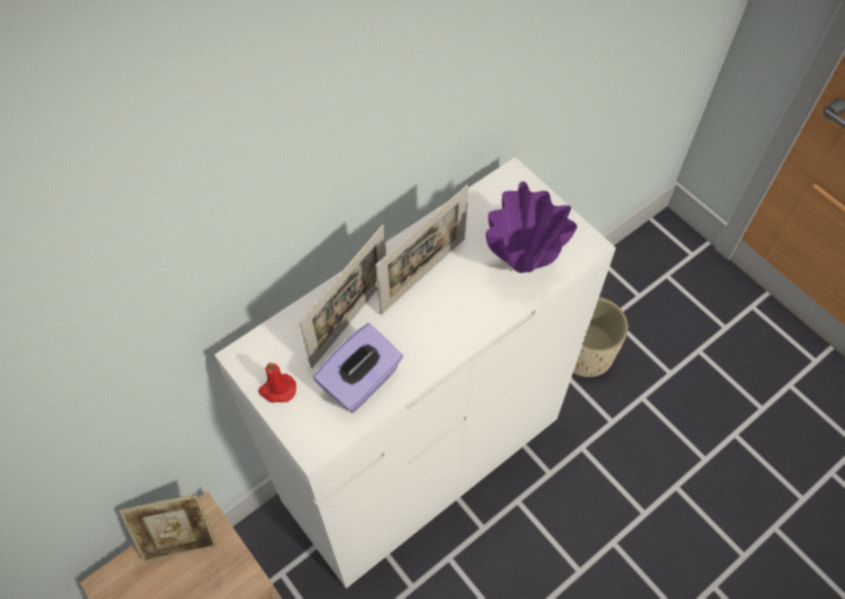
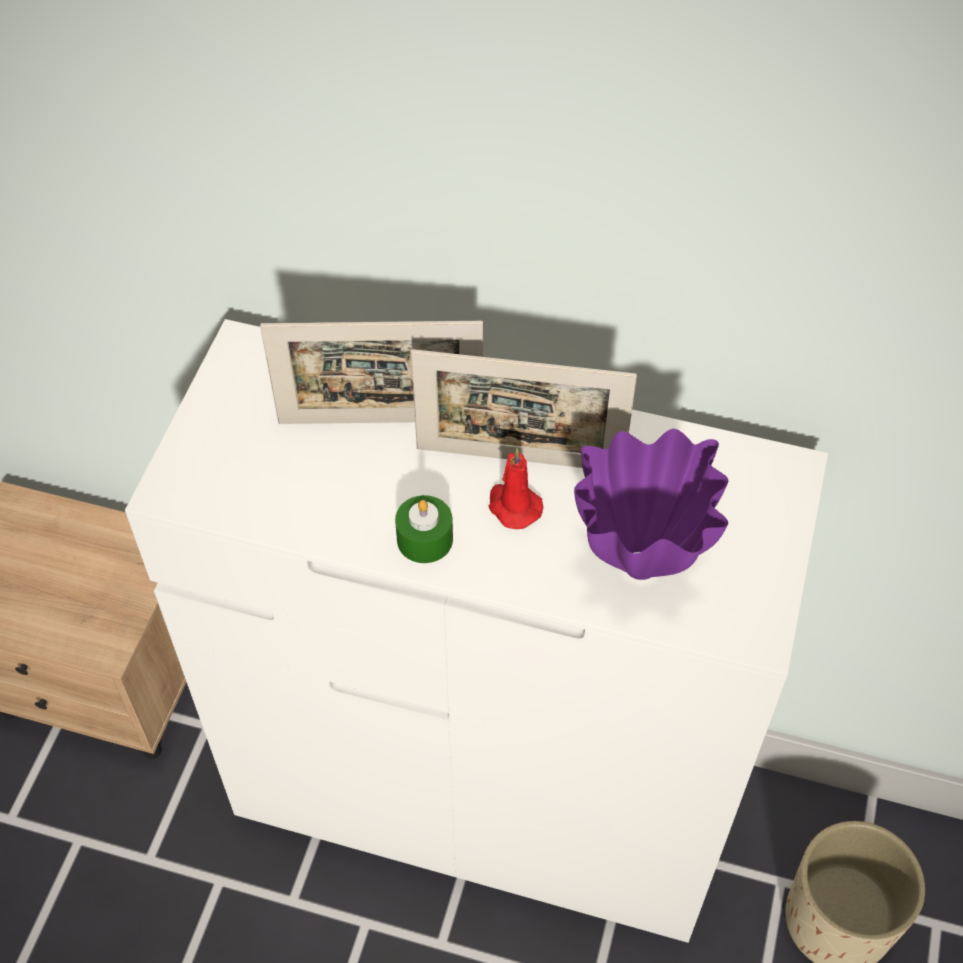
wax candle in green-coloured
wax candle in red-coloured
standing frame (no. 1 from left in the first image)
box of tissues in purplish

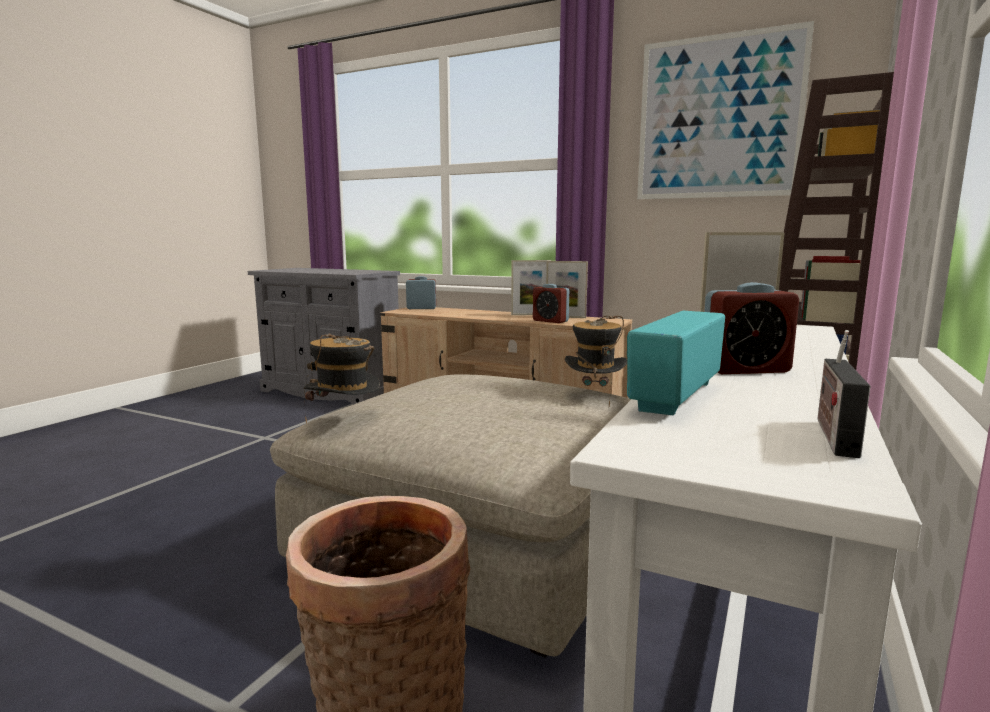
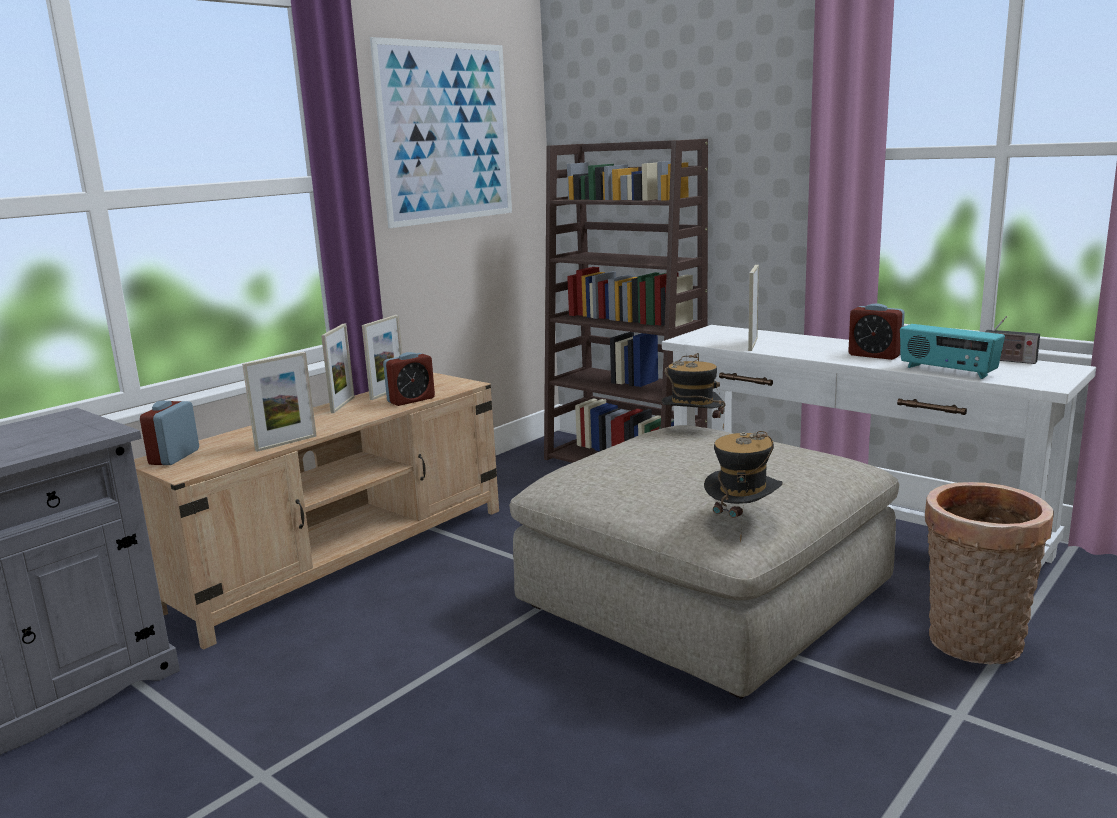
standing frame (no. 1 from left)
bedside clock (no. 3 from left)

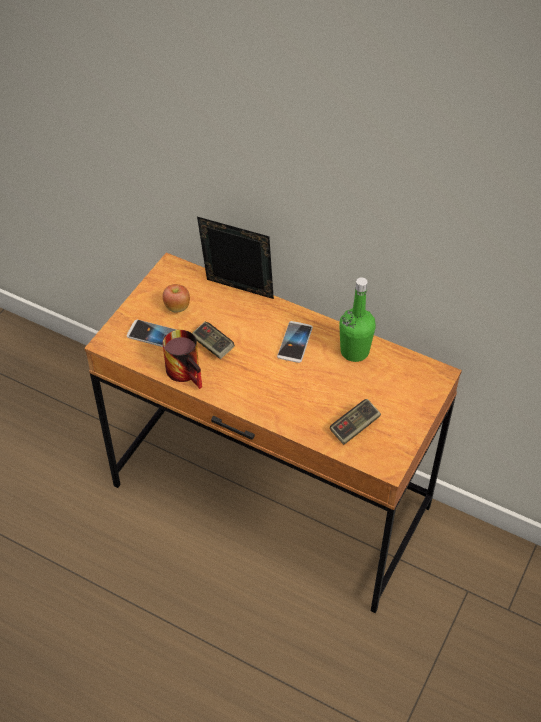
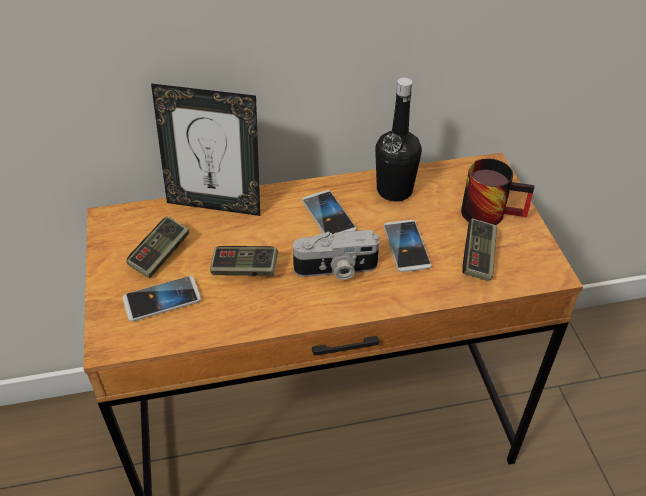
joypad (no. 1 from left)
standing frame
still camera
drink bottle in black-coloured
telephone (no. 3 from left)
tea mug

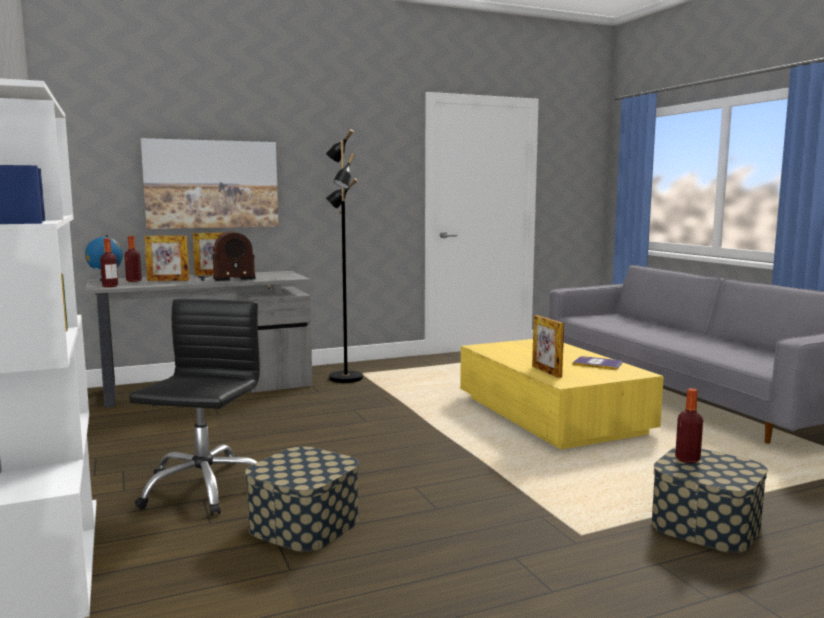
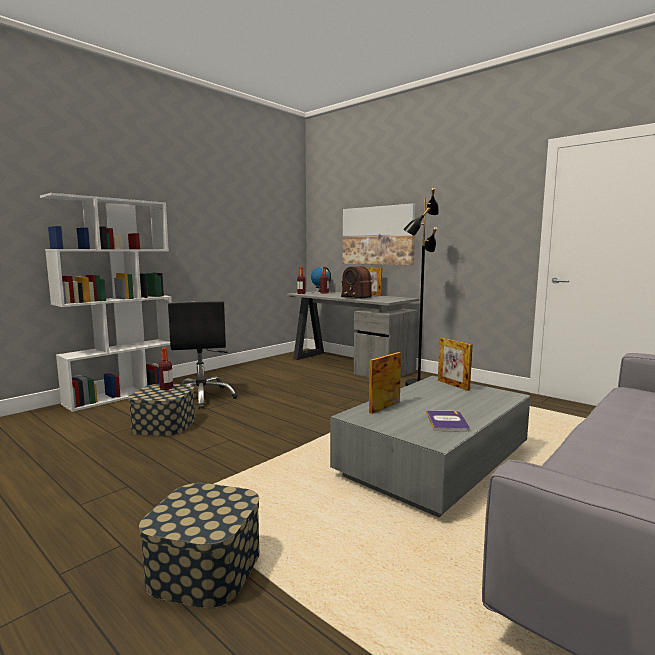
drink bottle (no. 1 from left)
desk chair in black-coloured
low table in grey
standing frame (no. 3 from left)

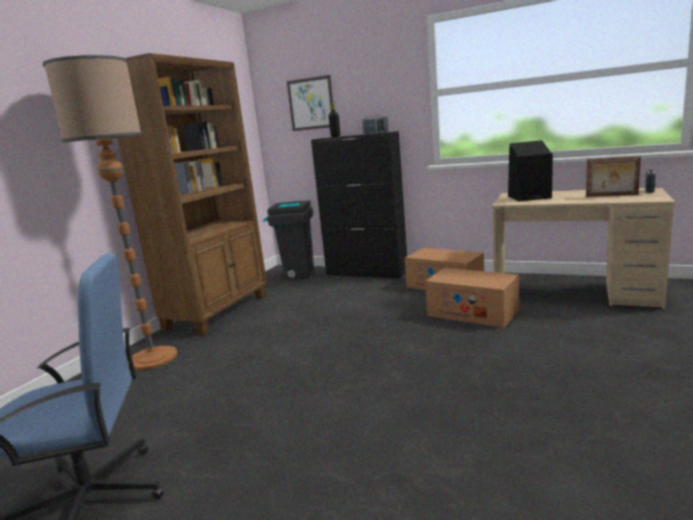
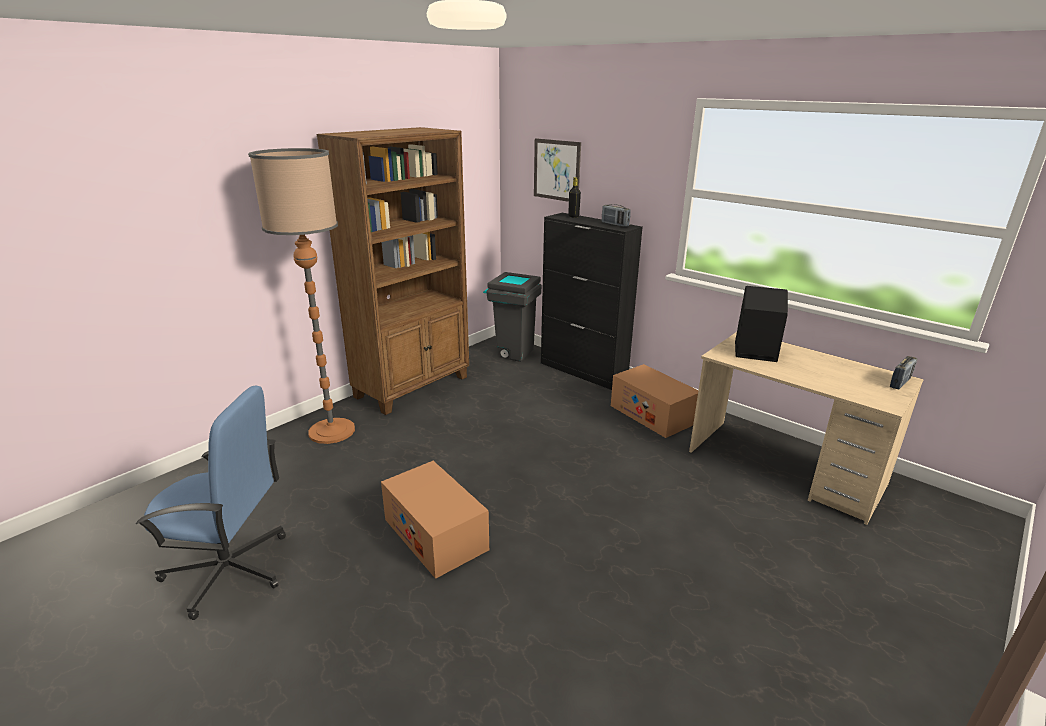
packing box (no. 1 from left)
standing frame

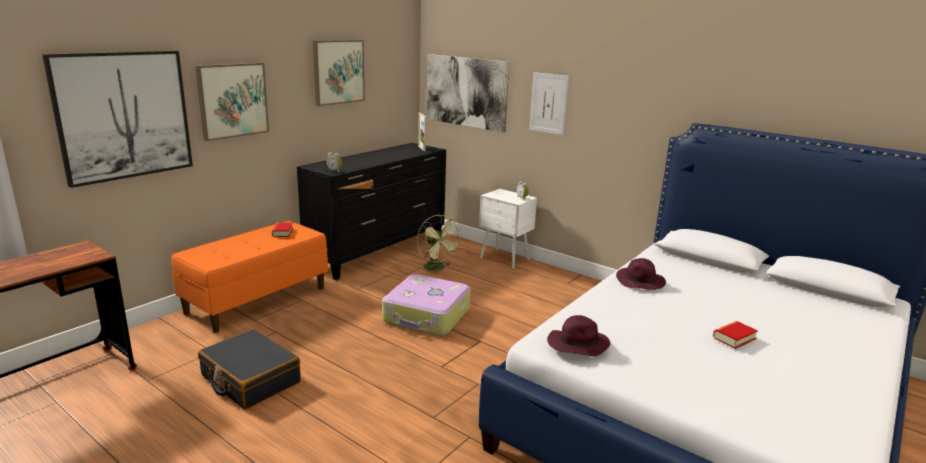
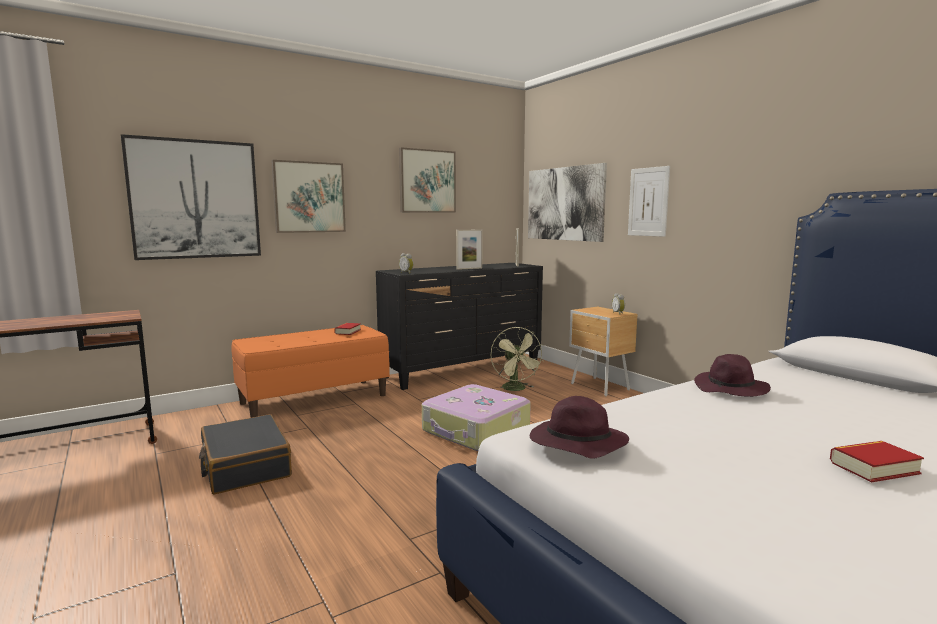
standing frame (no. 1 from left)
nightstand in brown

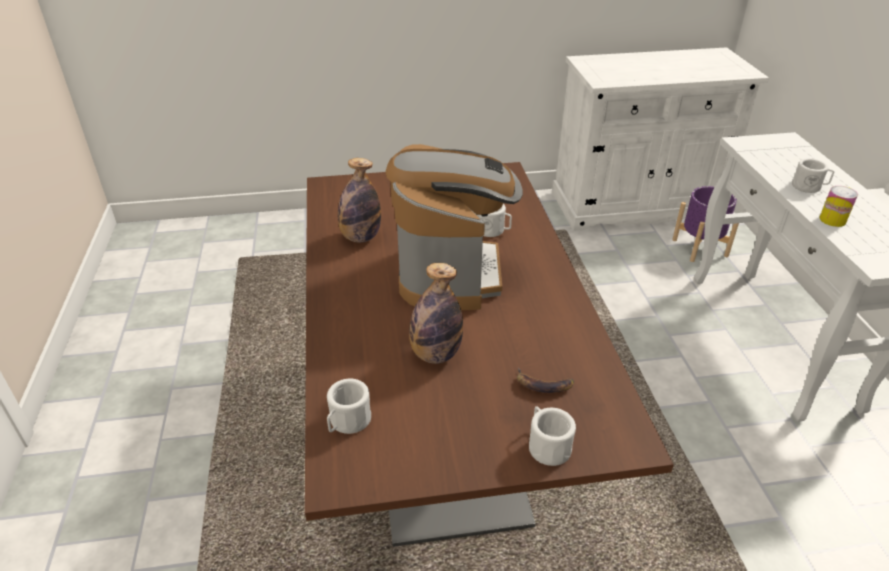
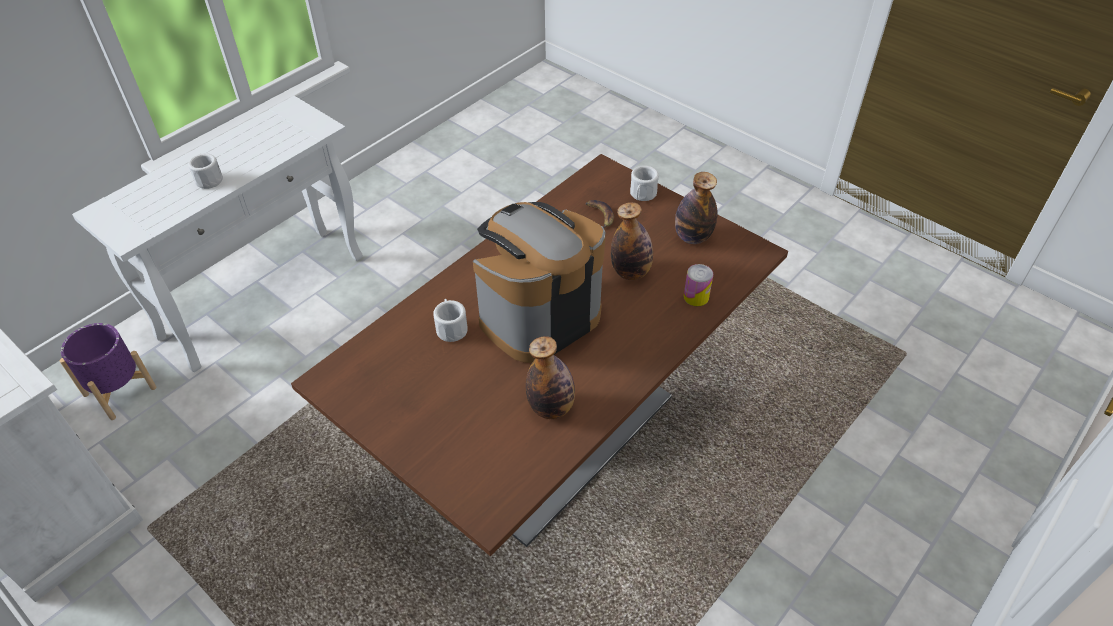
drink bottle (no. 3 from left)
can
tea mug in white (no. 1 from left in the first image)

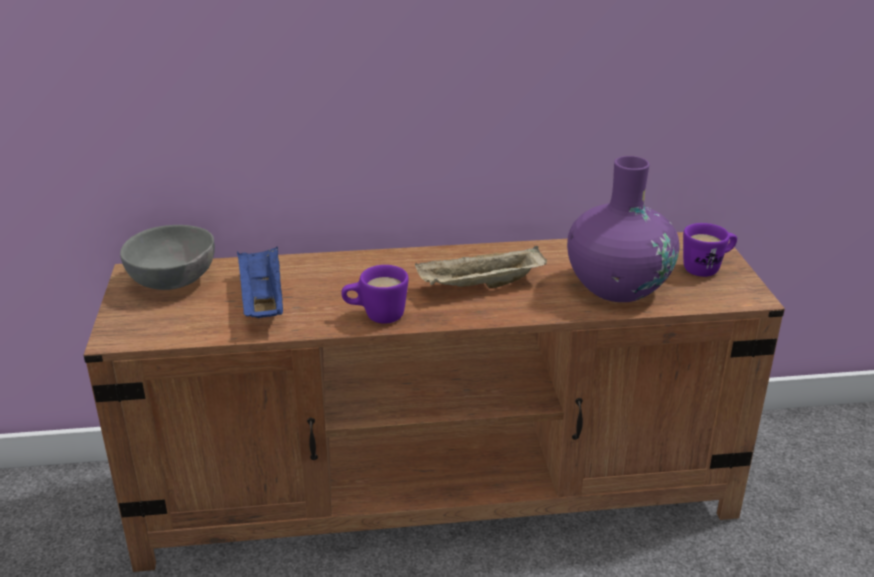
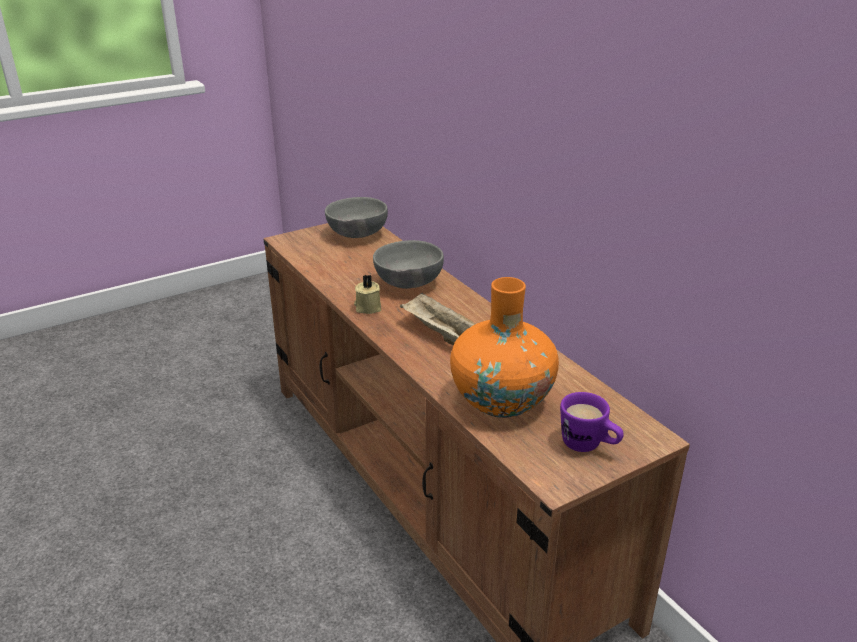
wax candle in beige-coloured
deep dish in grey (no. 2 from left)
decorative vase in orange-coloured
carrying tray in blue-coloured

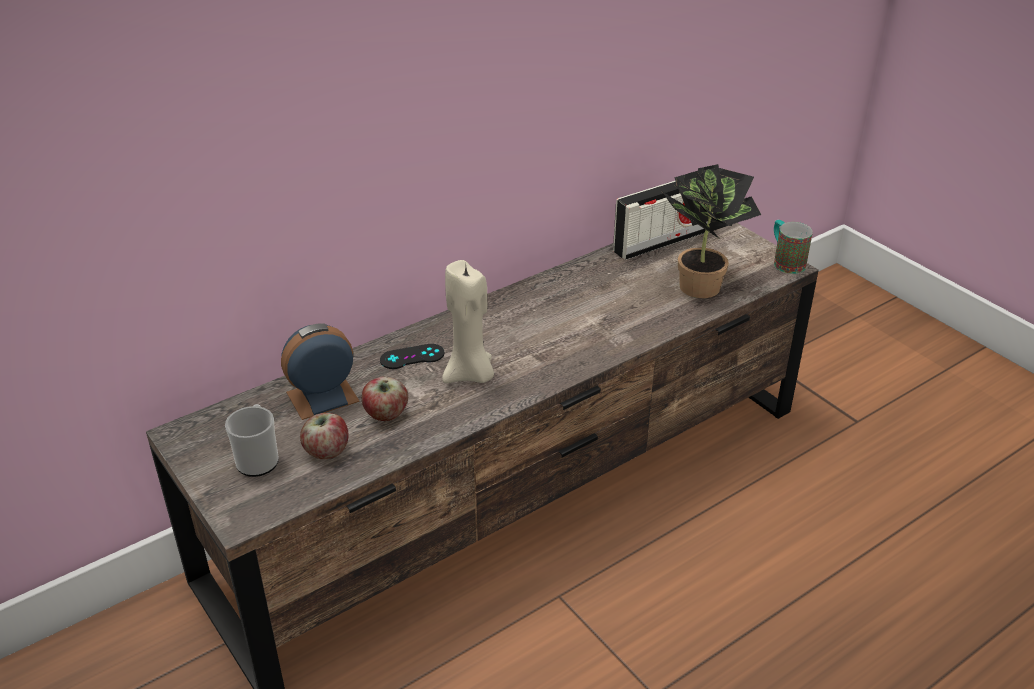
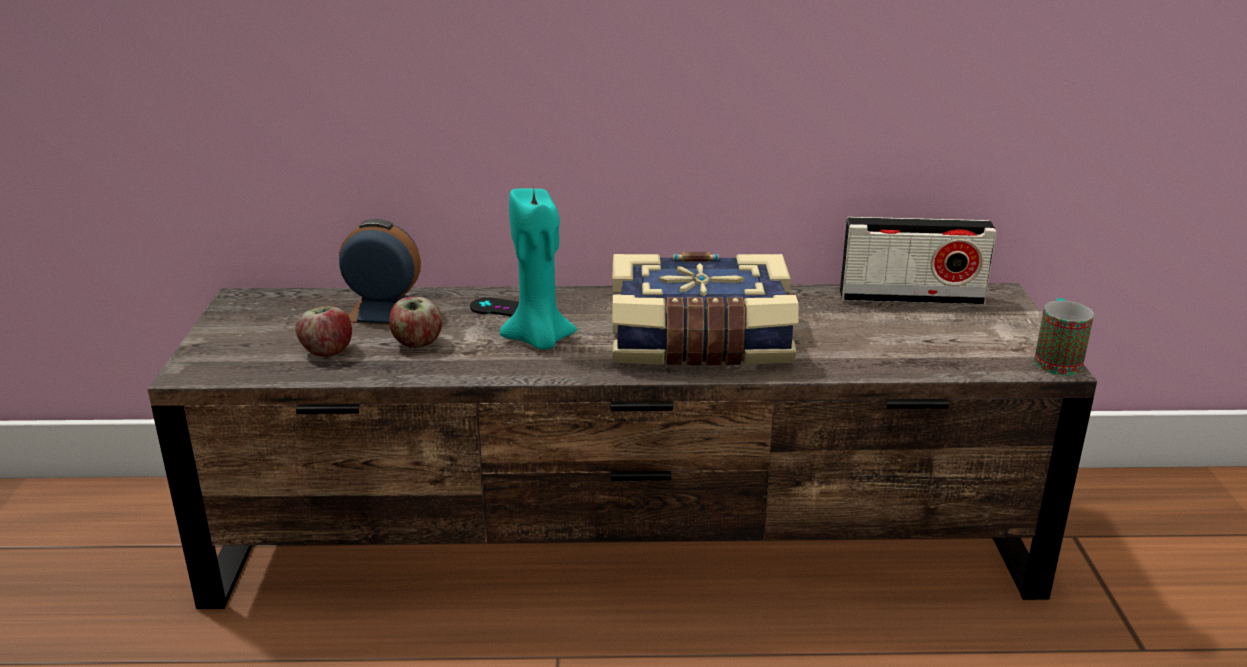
wax candle in turquoise-coloured
volume
tea mug (no. 1 from left in the first image)
potted plant

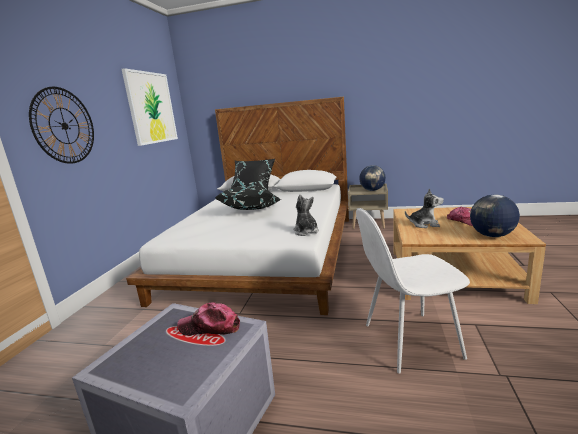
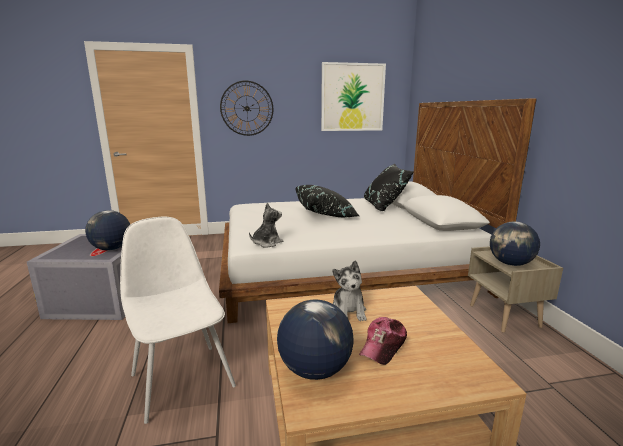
globe (no. 1 from left)

